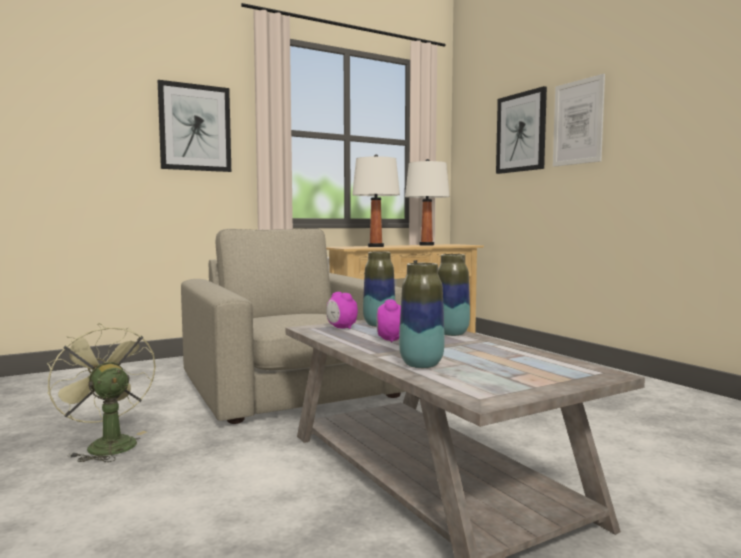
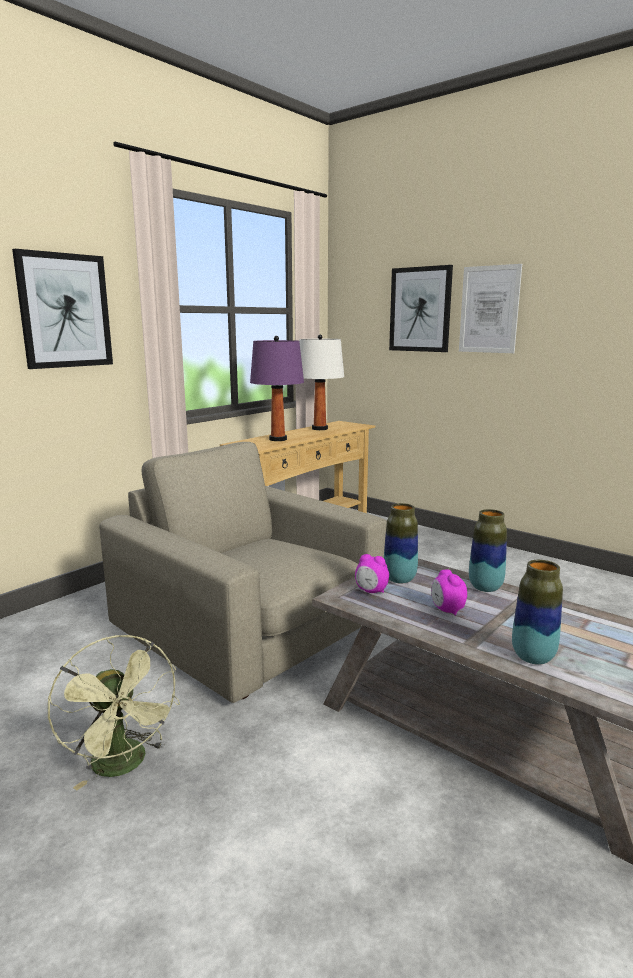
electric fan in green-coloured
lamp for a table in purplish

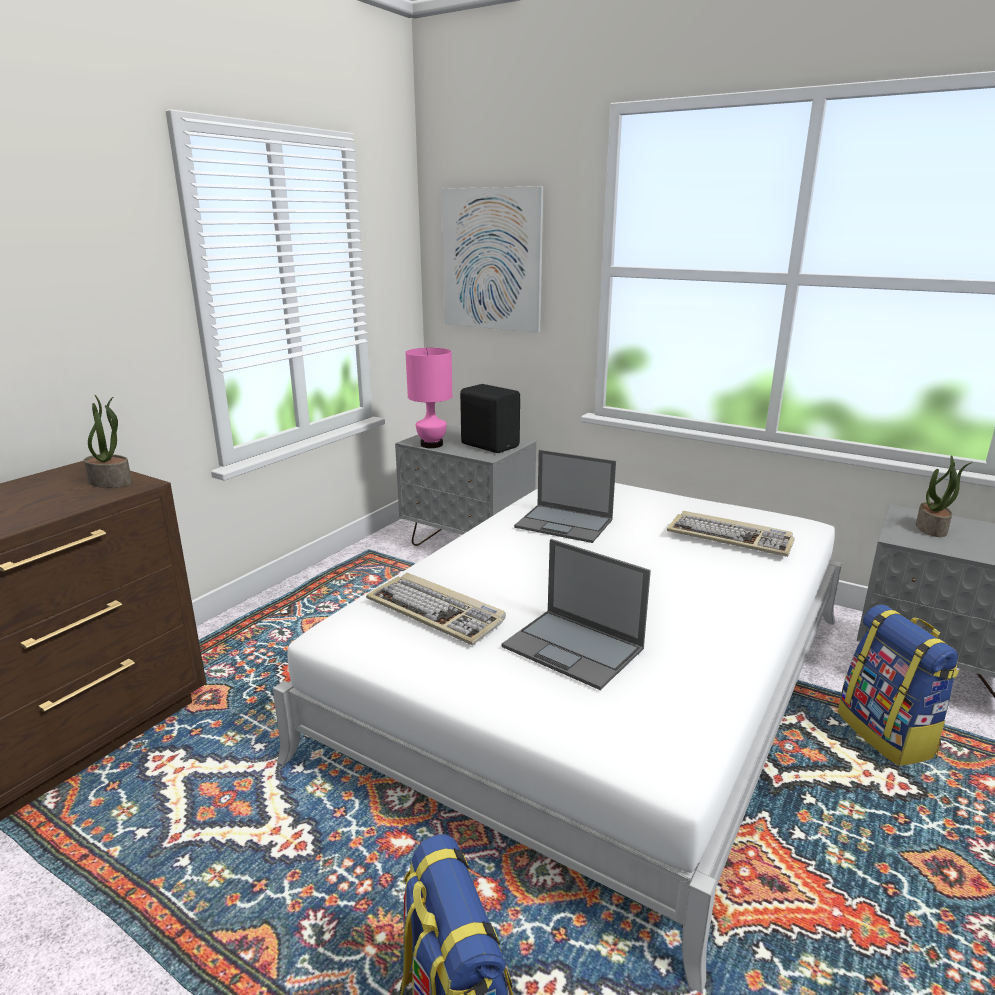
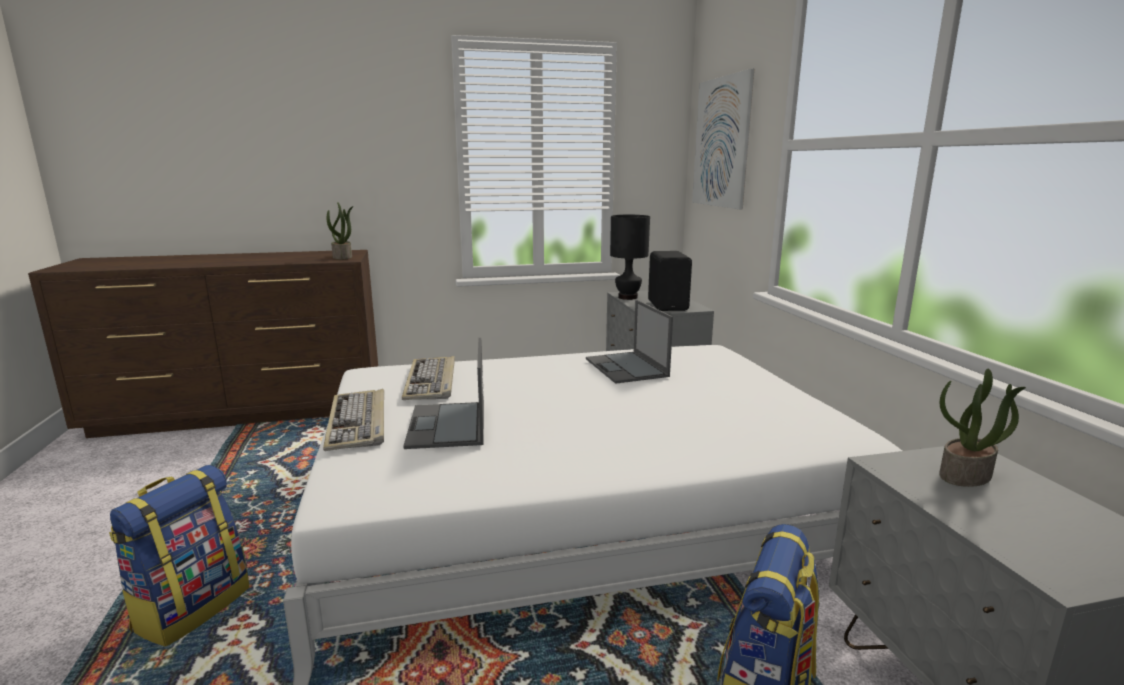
keyboard (no. 1 from left)
lamp for a table in black-coloured

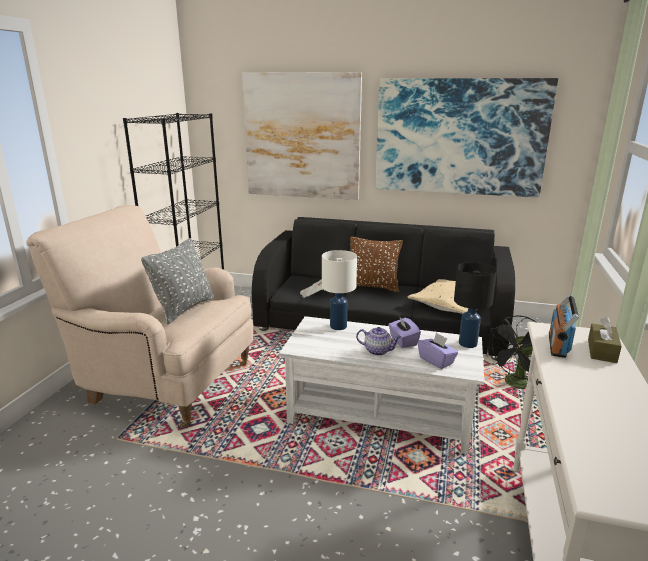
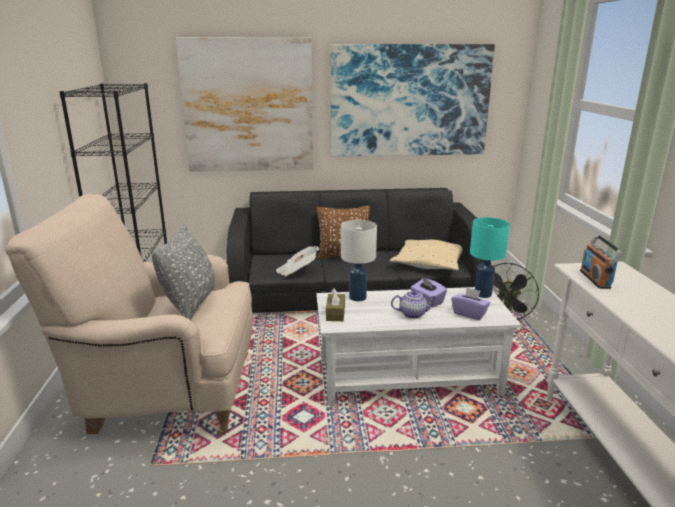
box of tissues in brown
lamp for a table in turquoise-coloured

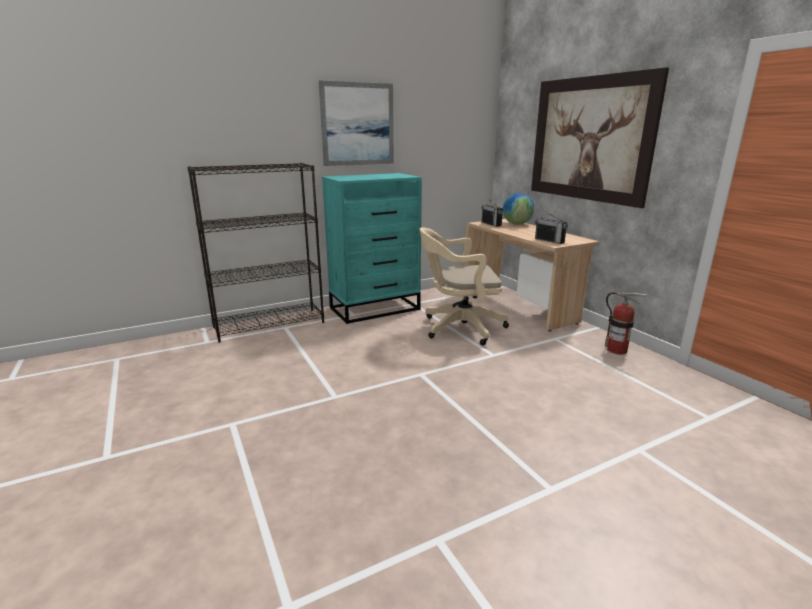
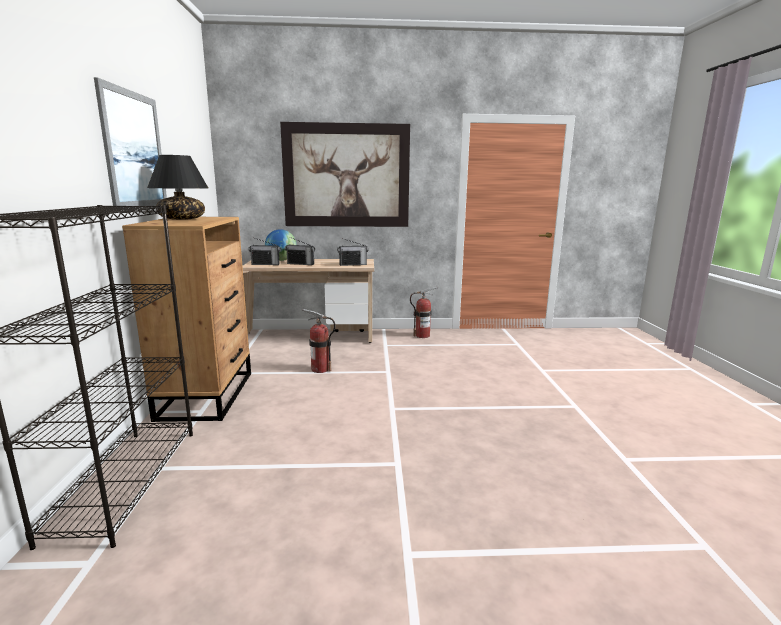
dresser in brown
lamp for a table in black-coloured
radio set (no. 2 from left)
extinguisher (no. 1 from left)

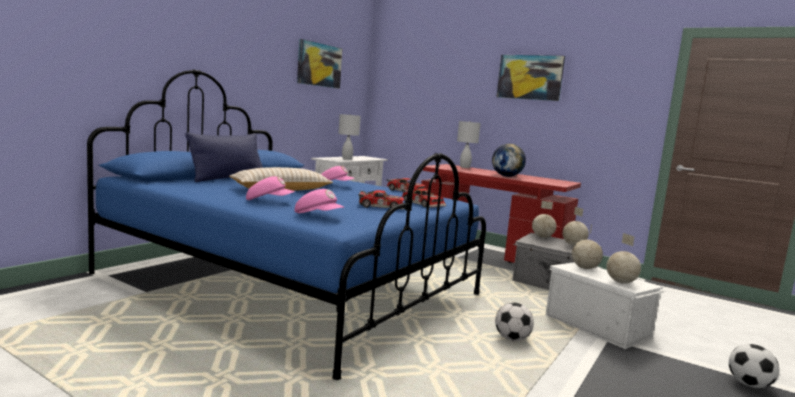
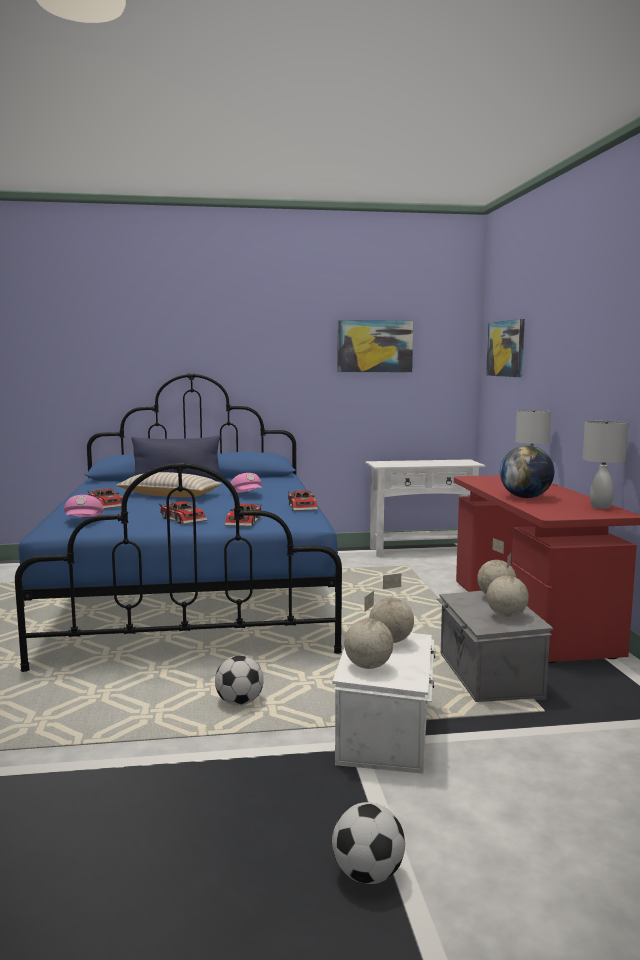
miniature car (no. 1 from left)
wall picture (no. 2 from left)
lamp for a table in white (no. 2 from left)

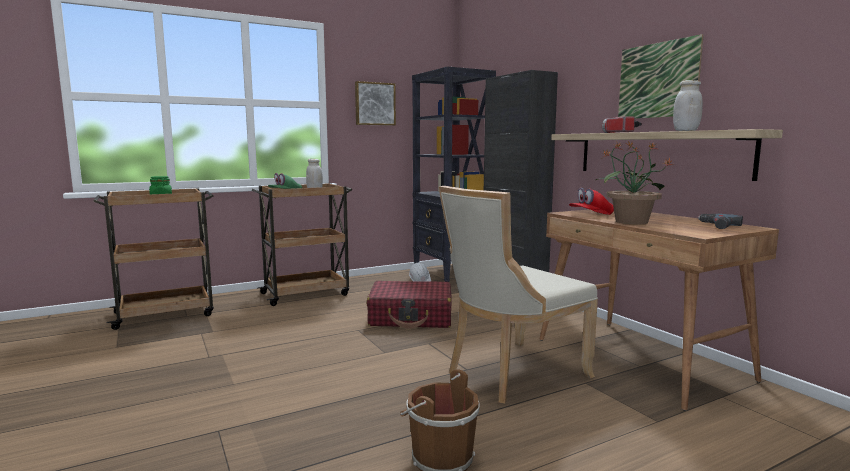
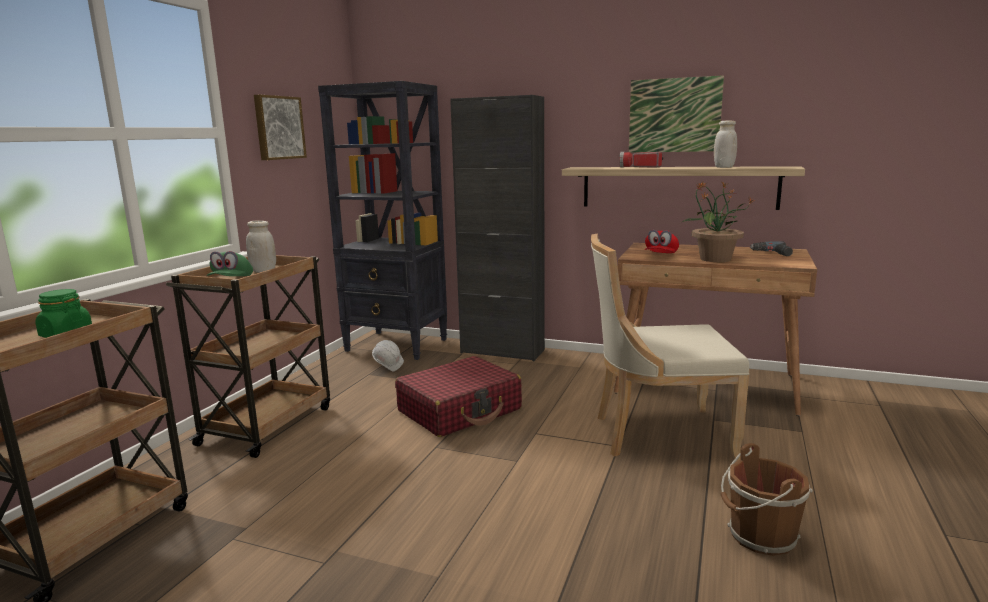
chair in beige-coloured

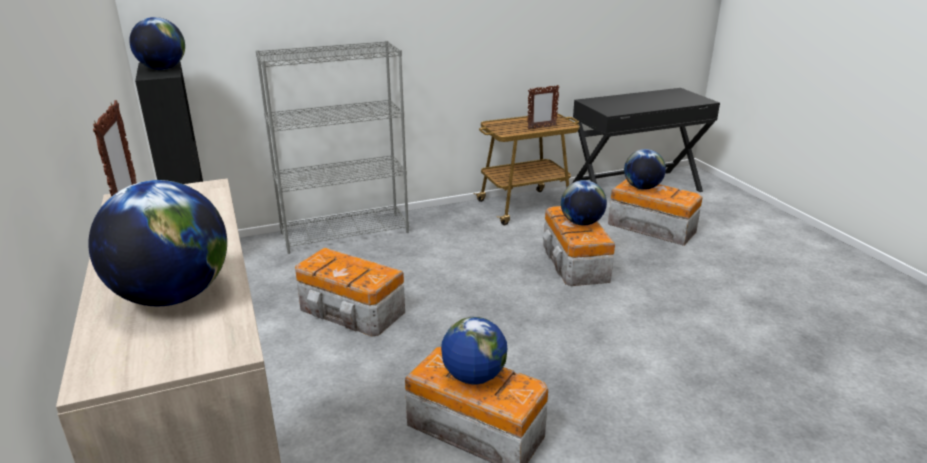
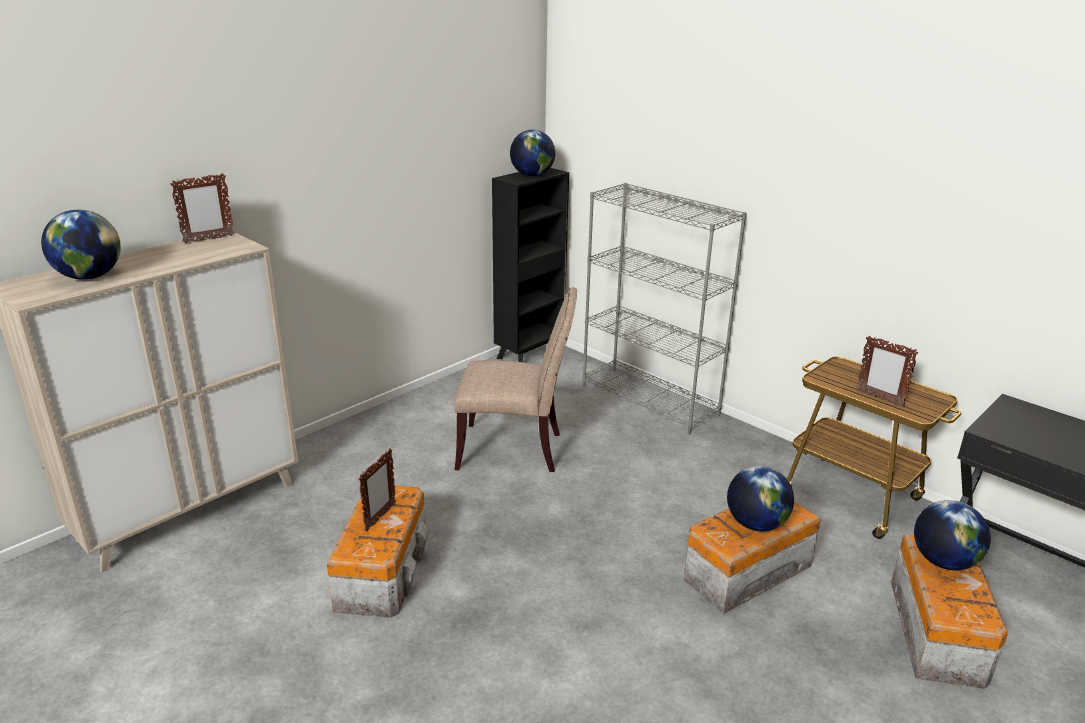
standing frame (no. 2 from left)
chair in beige-coloured

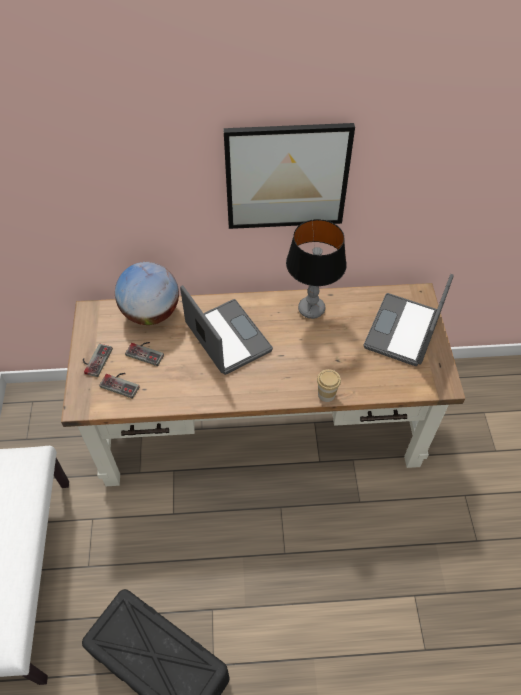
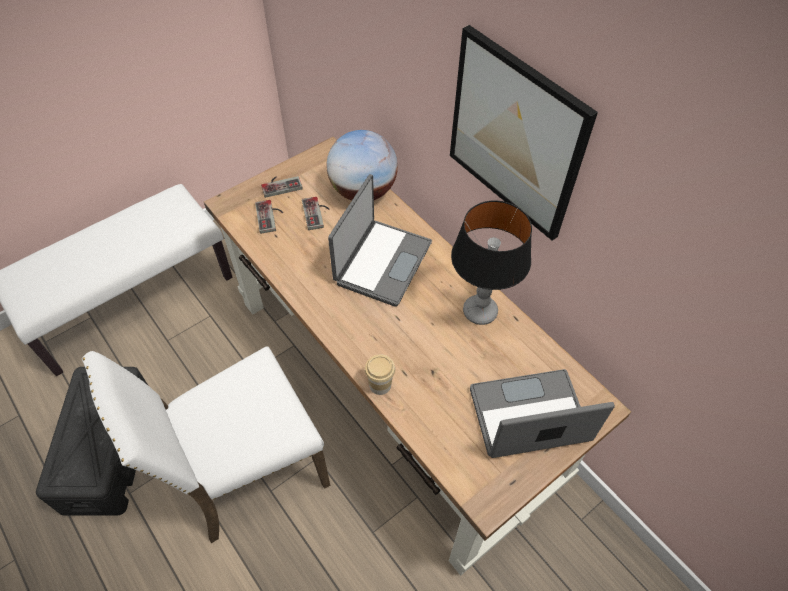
chair in white

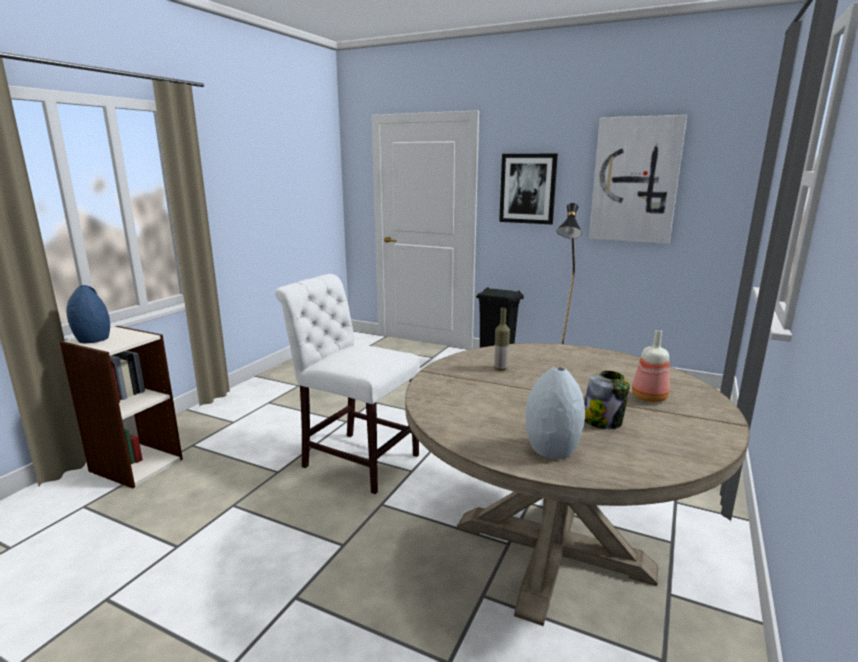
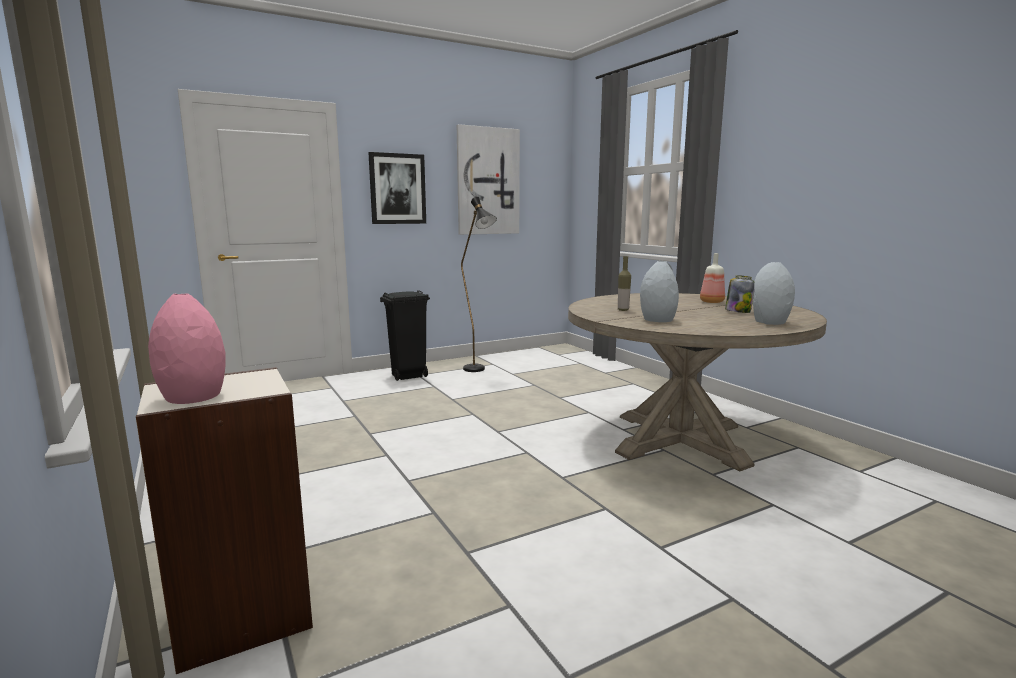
decorative vase in pinkish
decorative vase in grey (no. 1 from left)
chair in white

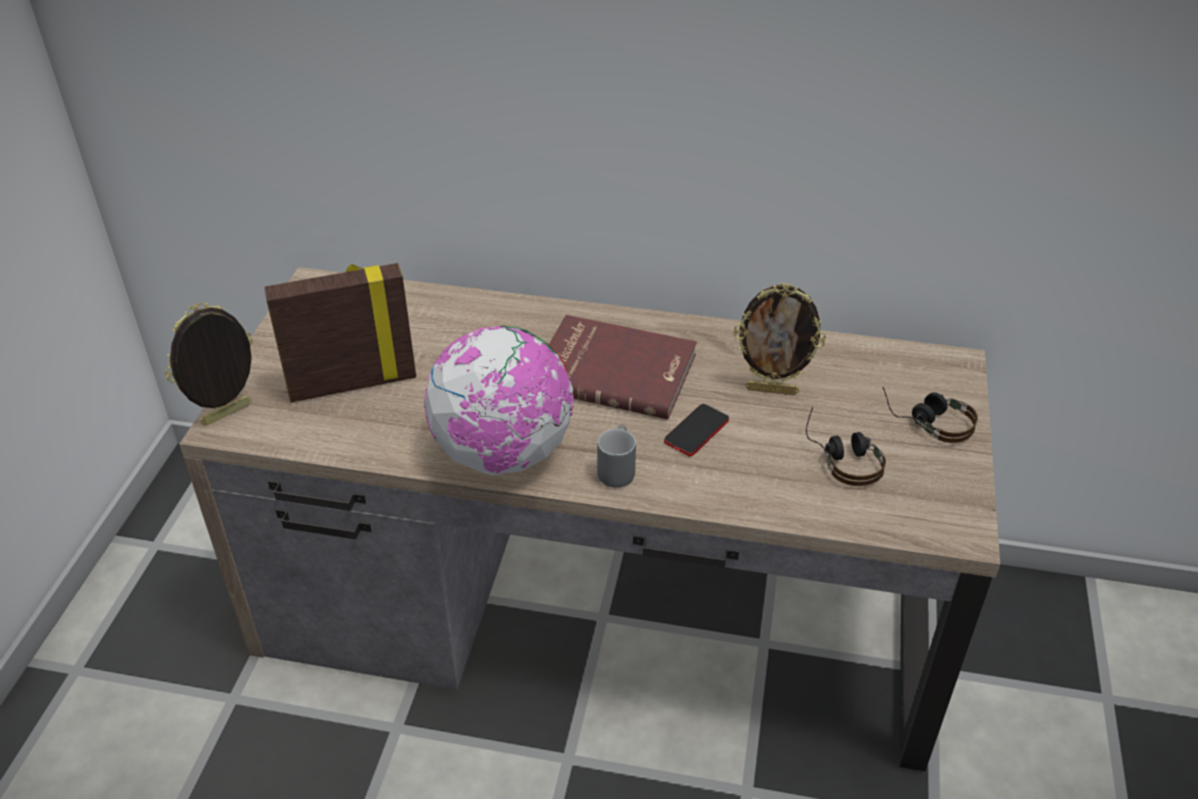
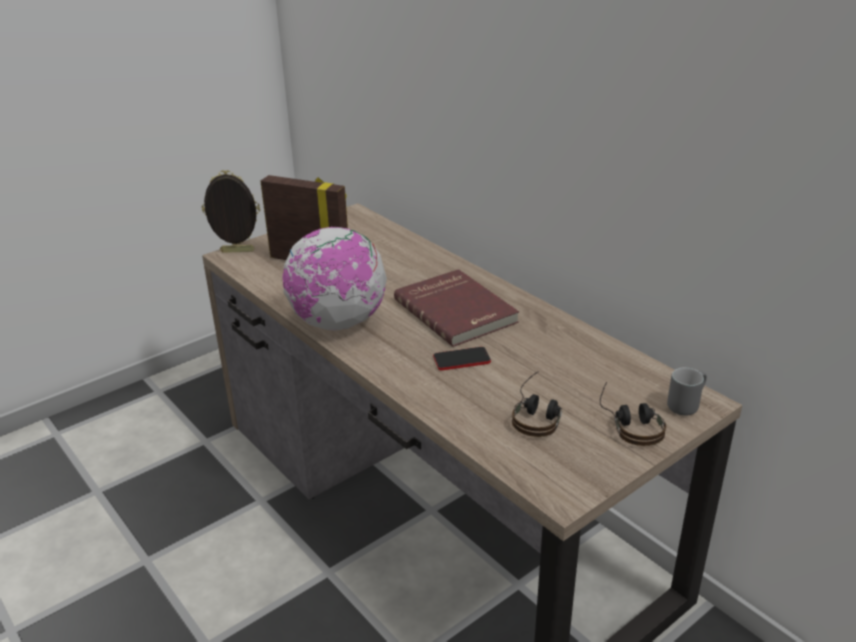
tea mug in grey
standing frame (no. 3 from left in the first image)

